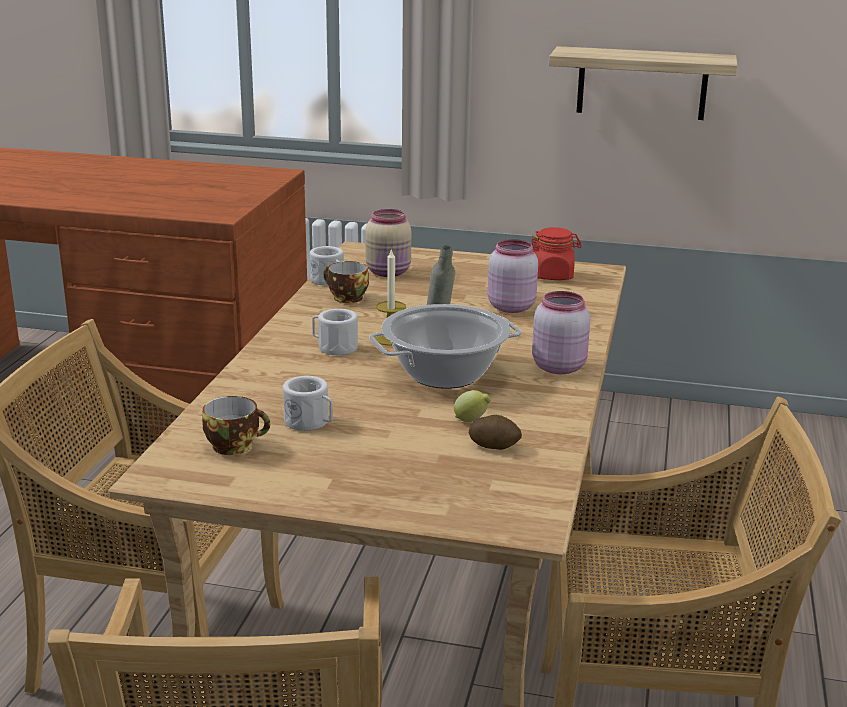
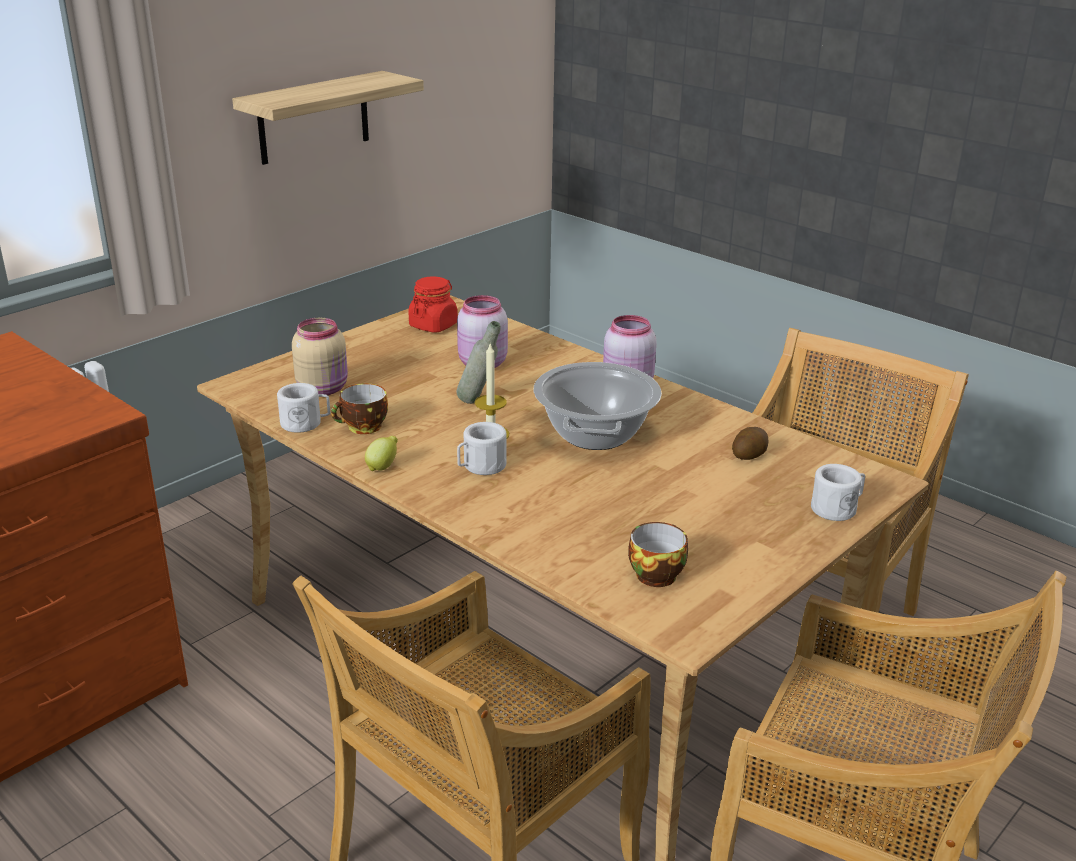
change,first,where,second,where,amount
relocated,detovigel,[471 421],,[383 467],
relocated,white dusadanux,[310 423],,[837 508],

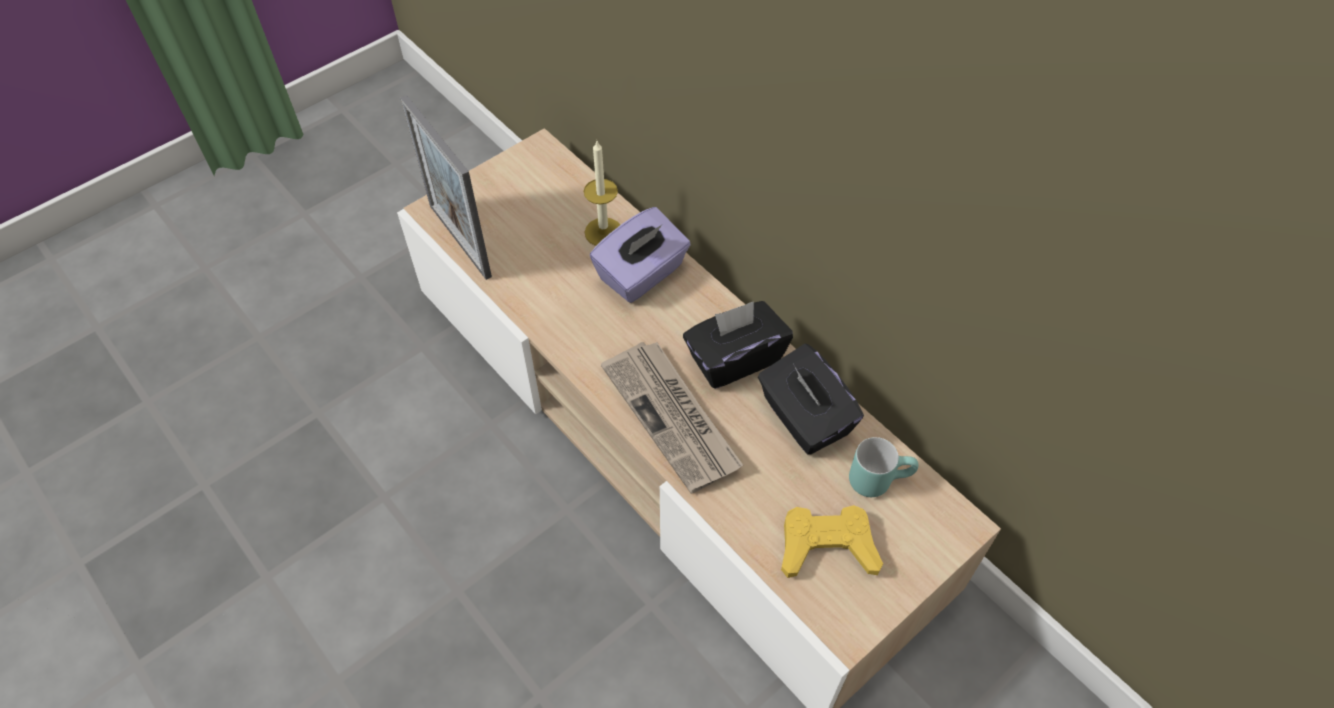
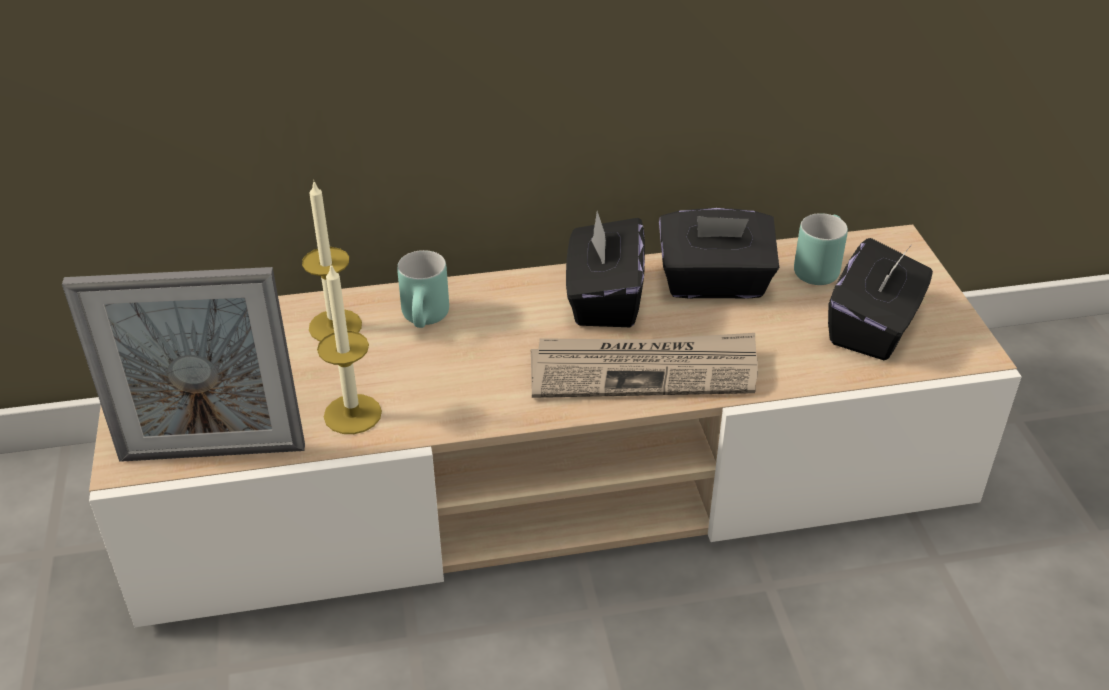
change,first,where,second,where,amount
appeared,,,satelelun,[352 414],
exchanged,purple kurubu,[642 274],turquoise dusadanux,[428 320],
exchanged,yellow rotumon,[827 546],black kurubu,[873 328],

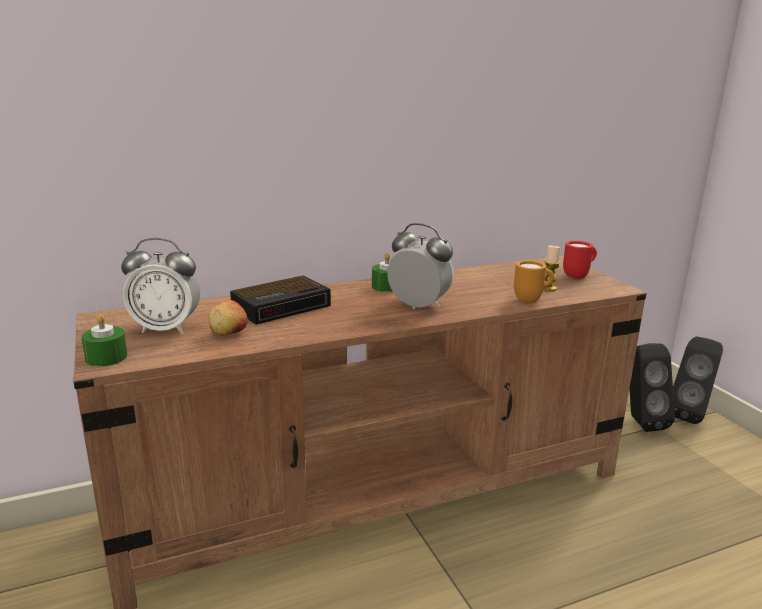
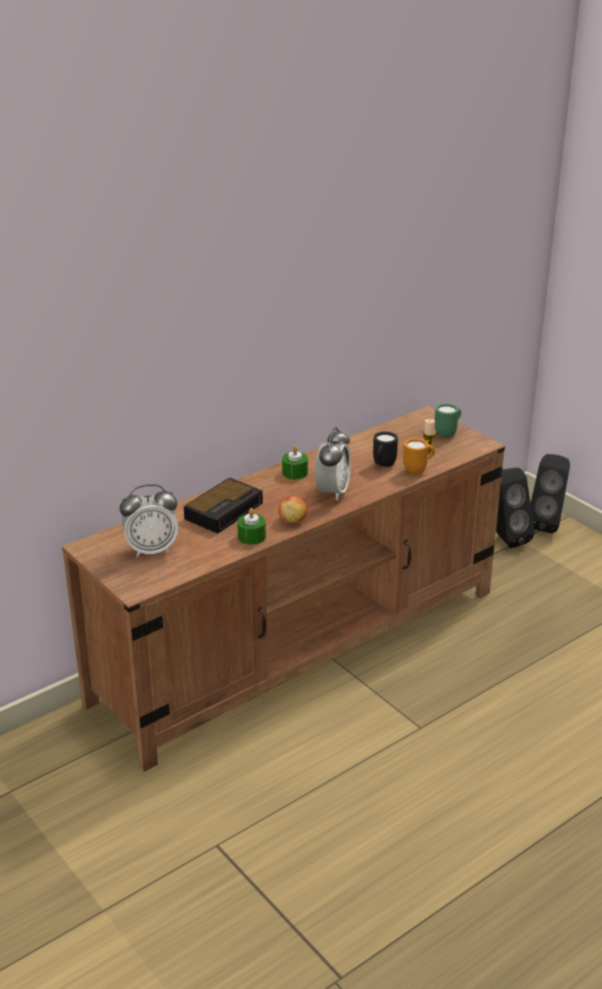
change,first,where,second,where,amount
relocated,green satelelun,[106 357],,[251 536],
relocated,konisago,[228 333],,[293 520],
spun,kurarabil,[418 306],,[332 492],90 degrees clockwise
appeared,,,black dusadanux,[383 465],
colour,red dusadanux,[578 276],green dusadanux,[447 433],

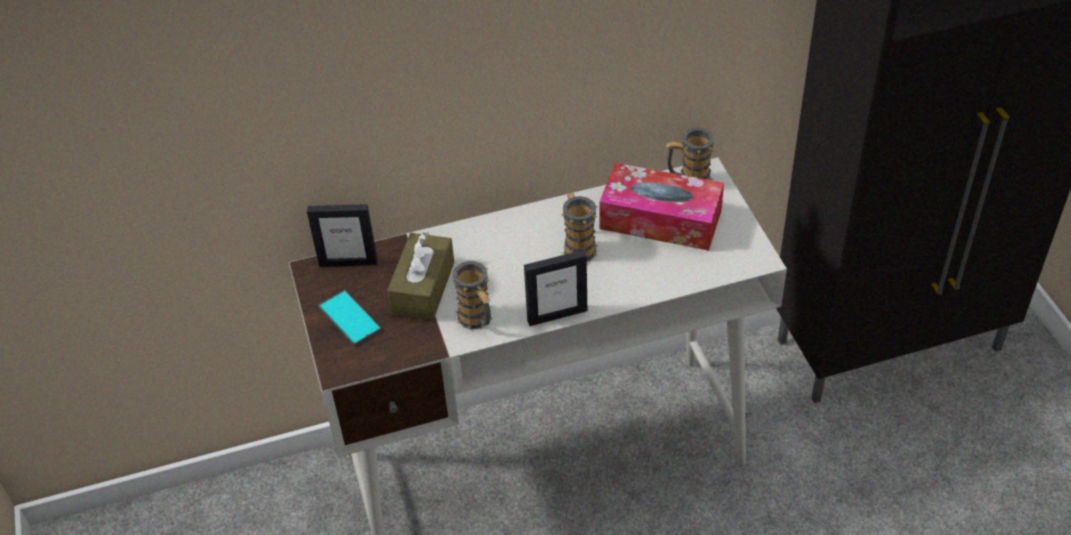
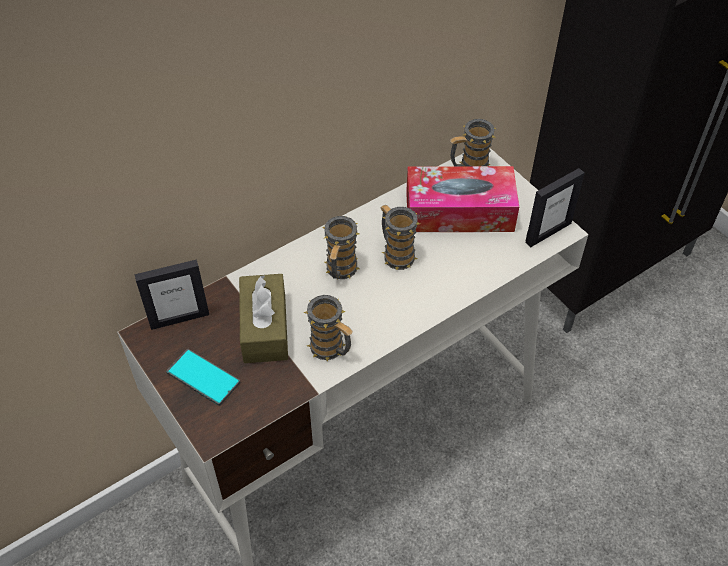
change,first,where,second,where,amount
appeared,,,dusadanux,[340 272],
relocated,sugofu,[557 315],,[548 232],

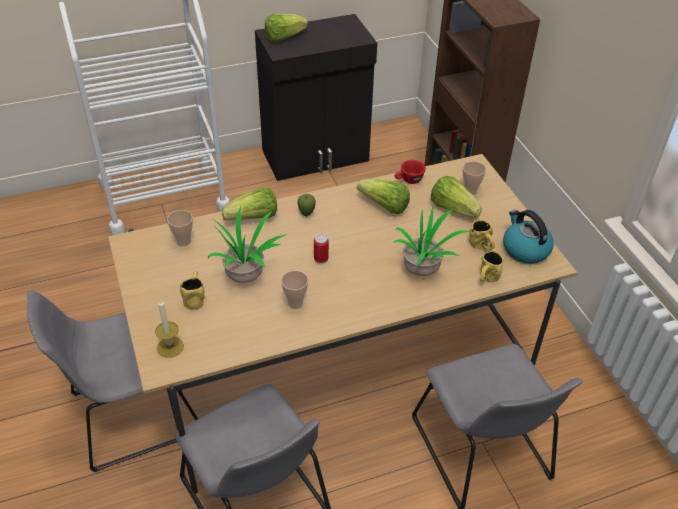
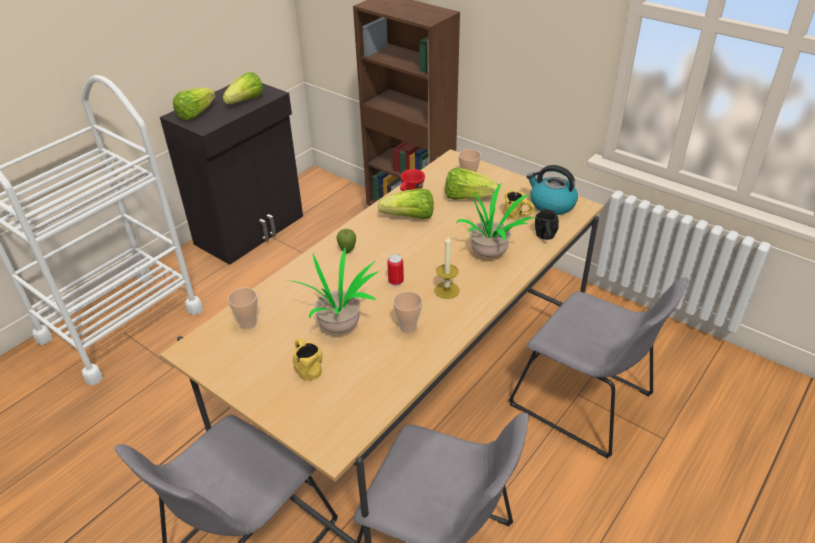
change,first,where,second,where,amount
relocated,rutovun,[253 218],,[246 101],
relocated,satelelun,[170 347],,[446 290],
colour,yellow dusadanux,[487 279],black dusadanux,[545 238],

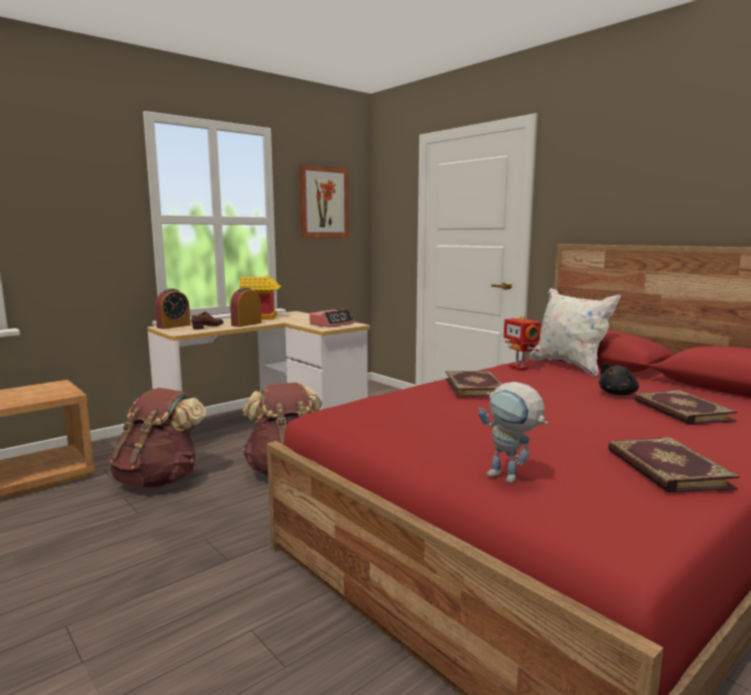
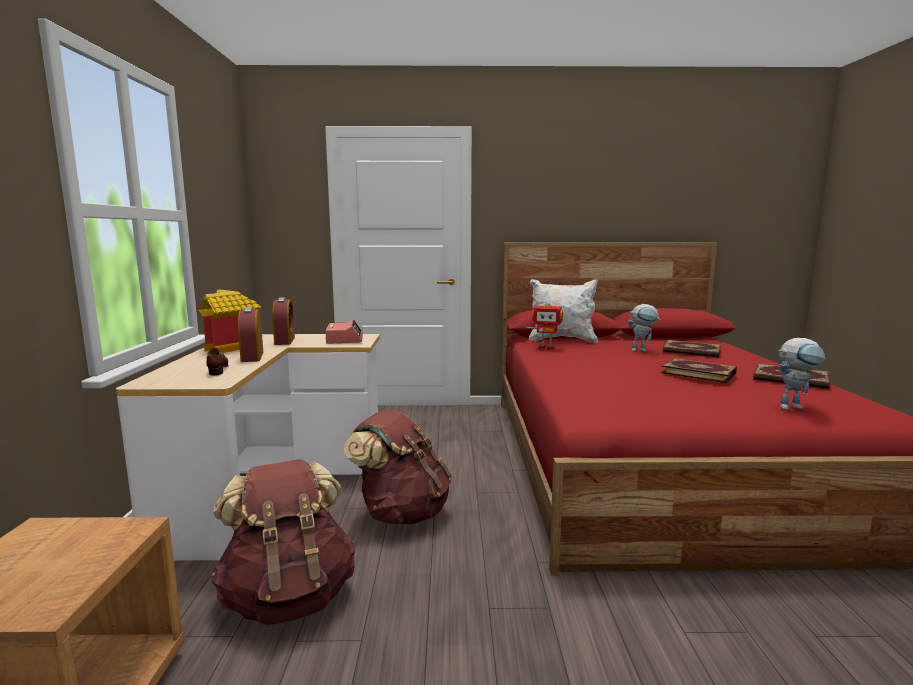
change,first,where,second,where,amount
relocated,kurarabil,[173 326],,[284 341],
exchanged,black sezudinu,[618 394],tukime,[642 350],
relocated,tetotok,[476 387],,[698 373],
missing,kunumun,[323 202],,,

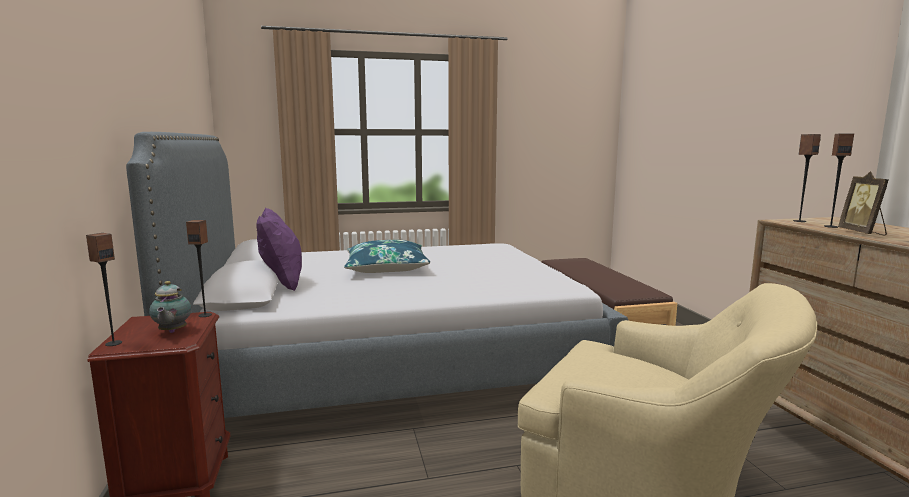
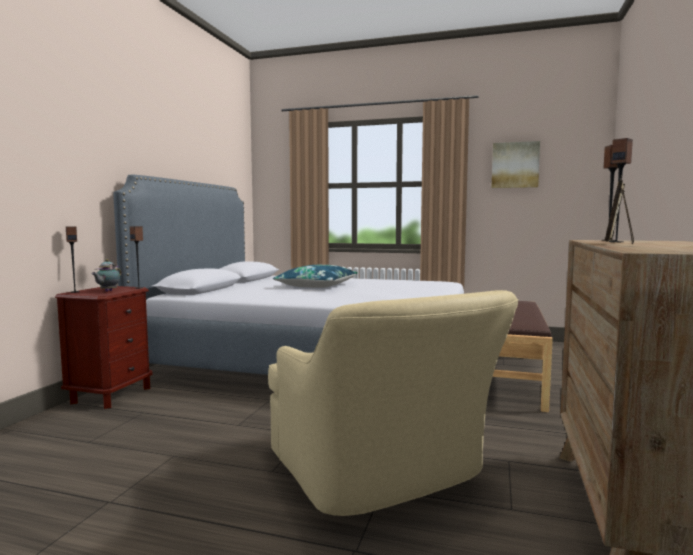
change,first,where,second,where,amount
appeared,,,kunumun,[515 165],
missing,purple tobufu,[282 284],,,

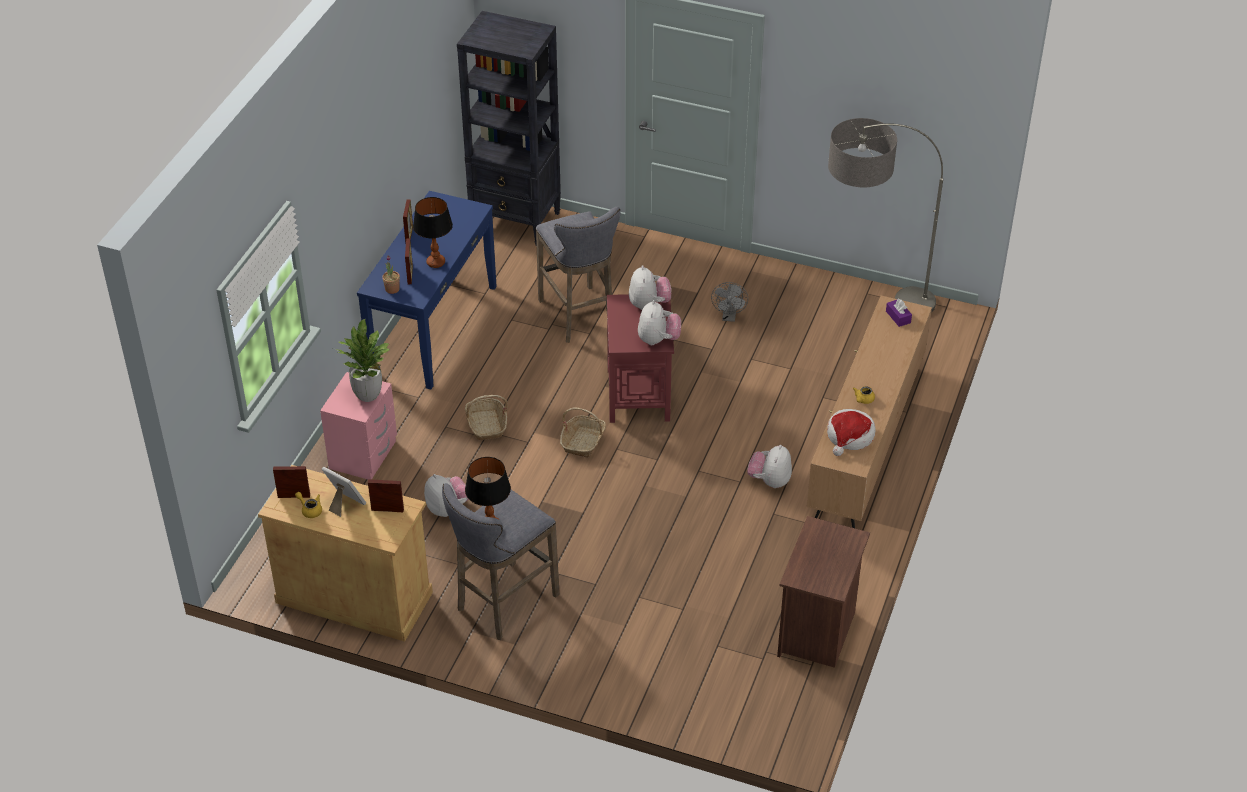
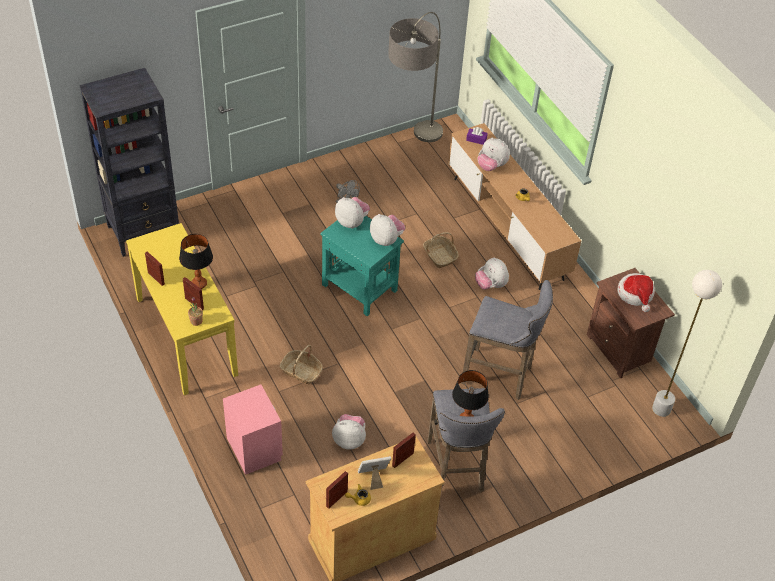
change,first,where,second,where,amount
colour,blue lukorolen,[433 328],yellow lukorolen,[185 336],
colour,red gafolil,[639 394],turquoise gafolil,[360 287],
relocated,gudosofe,[583 441],,[439 256],
relocated,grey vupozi,[579 317],,[500 375],
appeared,,,sezudinu,[491 166],
relocated,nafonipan,[849 437],,[635 294],
appeared,,,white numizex,[661 409],
missing,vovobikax,[367 394],,,

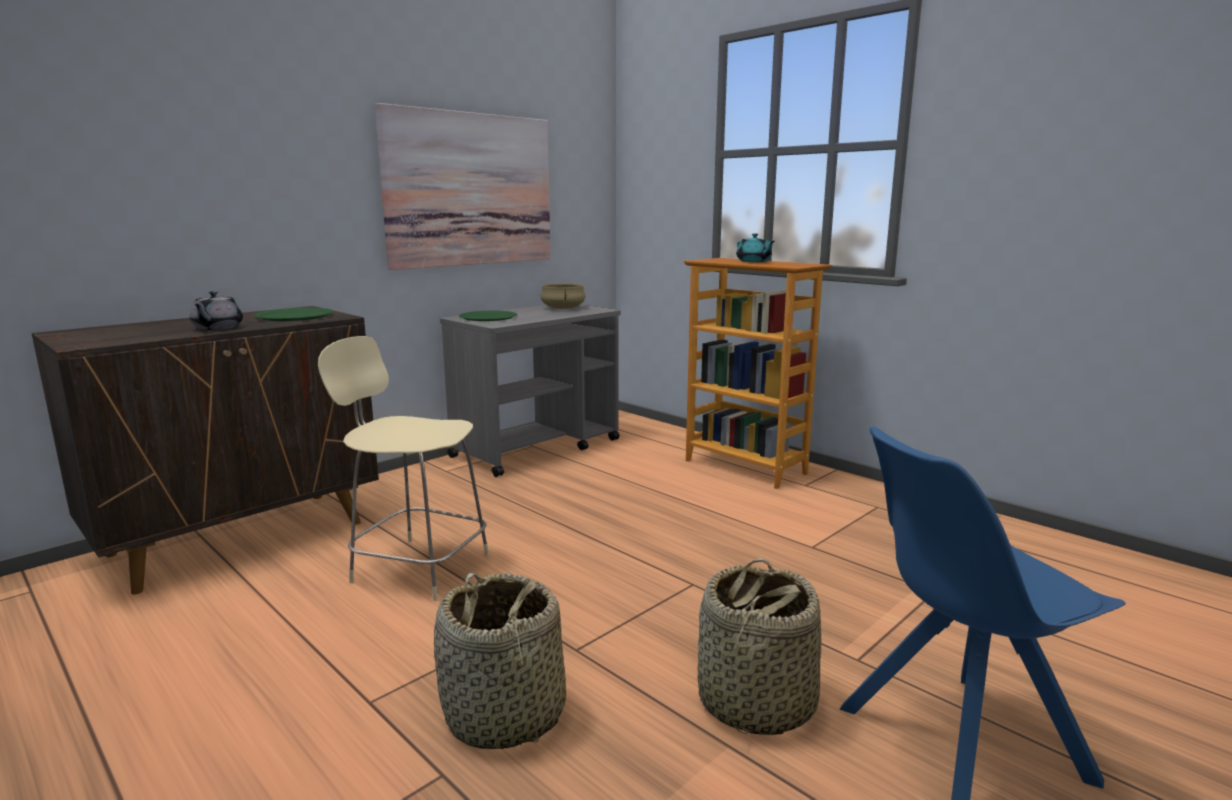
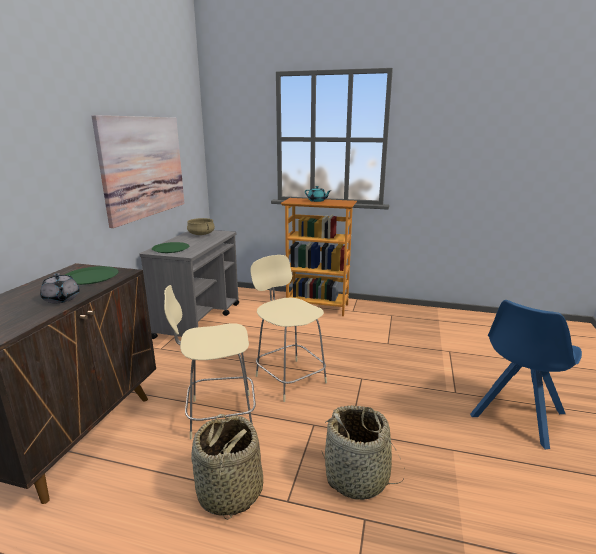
change,first,where,second,where,amount
relocated,gudosofe,[754 703],,[229 492],
appeared,,,beige vupozi,[289 378],

